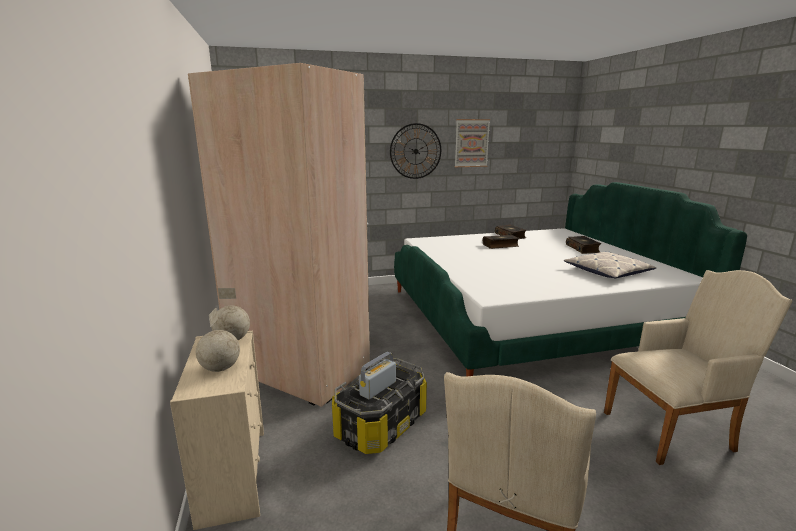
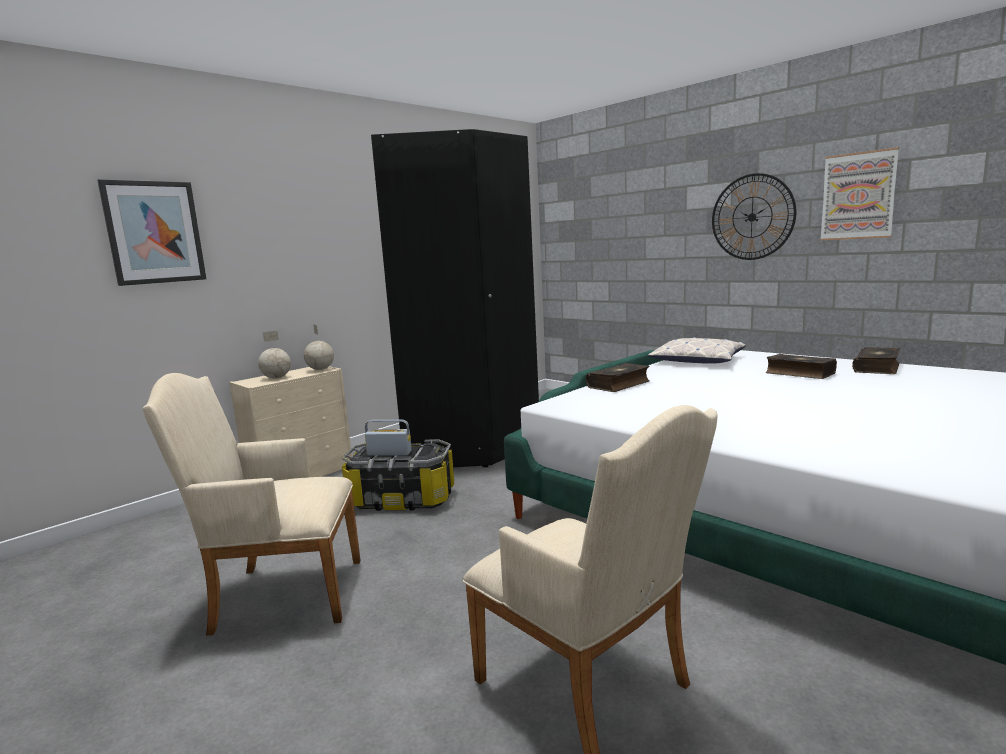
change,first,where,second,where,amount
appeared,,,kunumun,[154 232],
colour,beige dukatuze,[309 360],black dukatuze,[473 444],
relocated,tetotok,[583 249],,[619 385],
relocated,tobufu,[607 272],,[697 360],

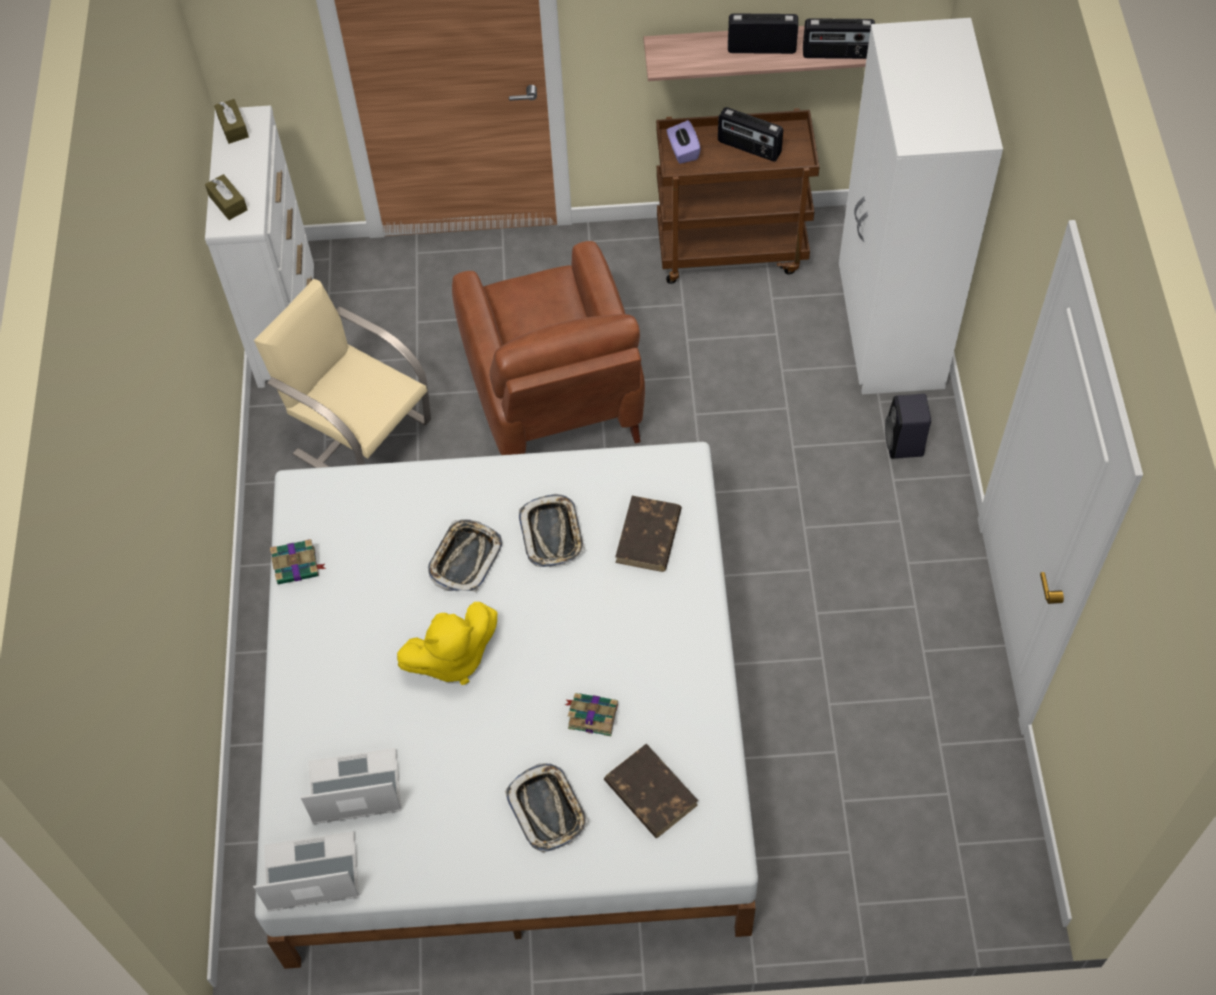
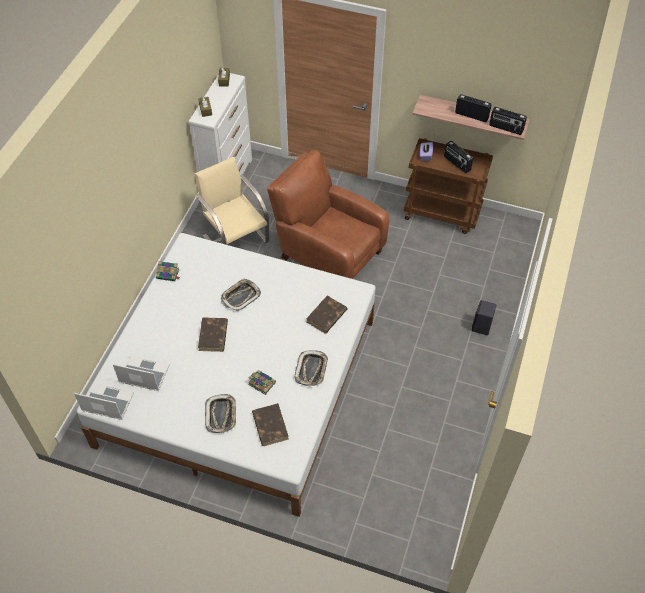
change,first,where,second,where,amount
exchanged,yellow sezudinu,[452 659],brown tetotok,[213 336],
spun,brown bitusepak,[555 402],,[328 253],120 degrees clockwise
relocated,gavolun,[552 534],,[311 370],
missing,white dukatuze,[889 331],,,

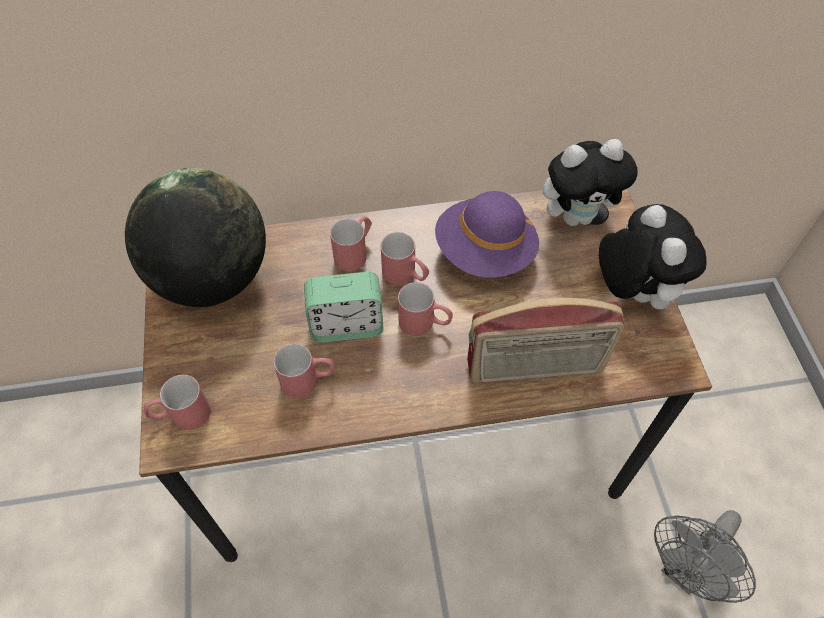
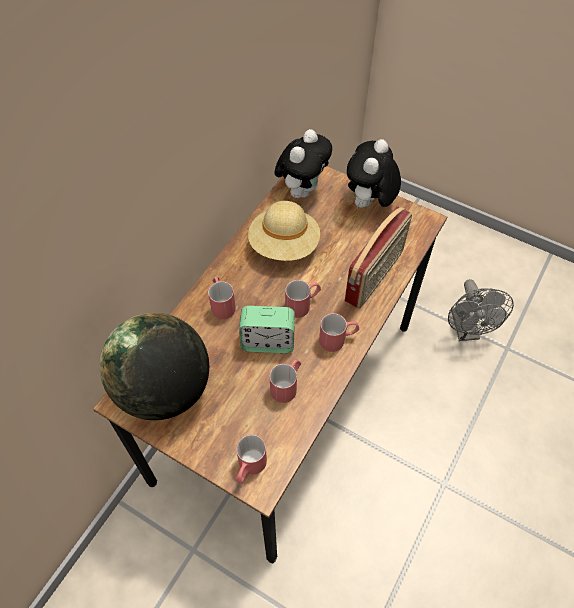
change,first,where,second,where,amount
spun,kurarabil,[346 325],,[268 341],60 degrees clockwise
colour,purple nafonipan,[485 252],beige nafonipan,[284 245],
relocated,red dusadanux,[405 276],,[338 339],
spun,sezudinu,[633 291],,[369 204],90 degrees counterclockwise

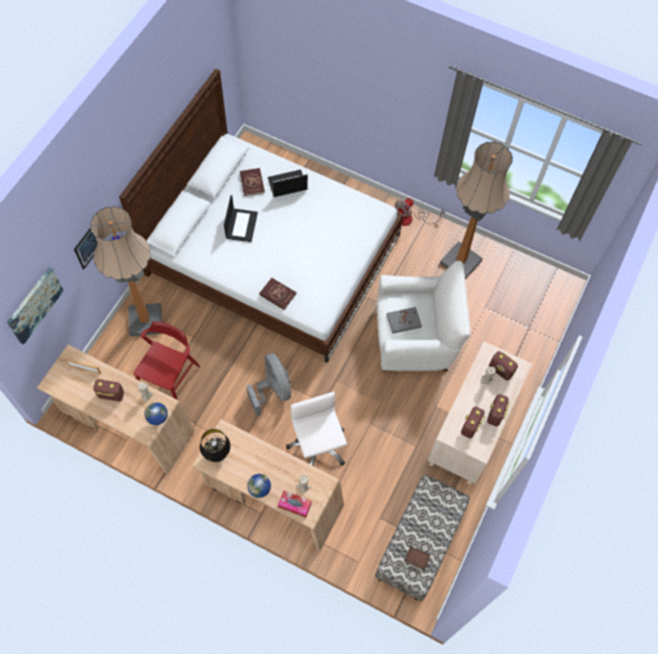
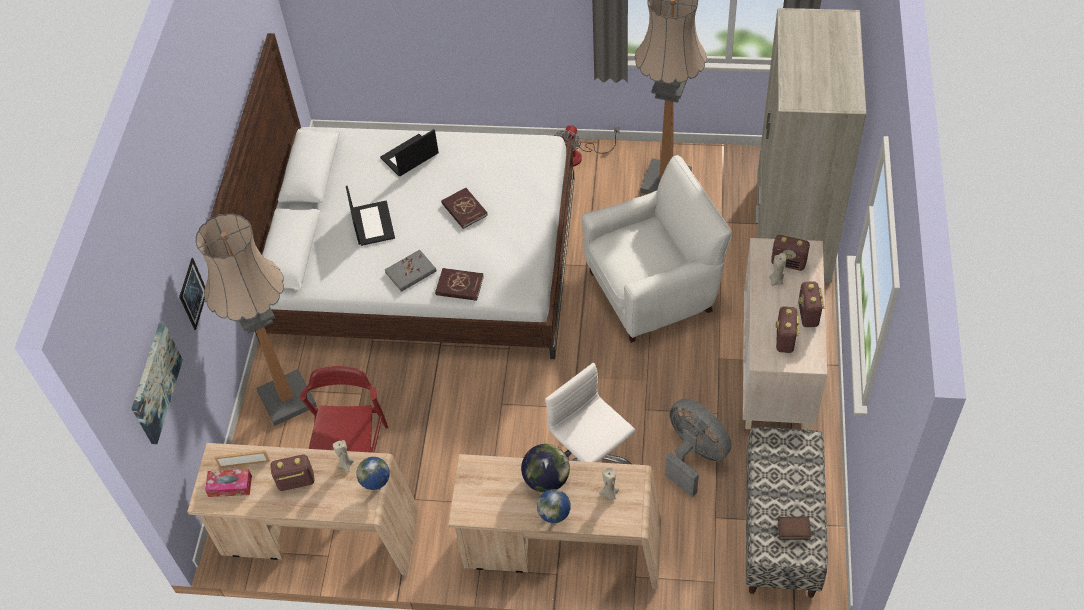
change,first,where,second,where,amount
relocated,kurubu,[294 505],,[230 486],
relocated,grey tetotok,[404 321],,[411 272],
relocated,red tetotok,[252 183],,[464 209],
appeared,,,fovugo,[546 479],
relocated,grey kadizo,[273 390],,[694 456],
appeared,,,beige dukatuze,[791 230],
missing,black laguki,[217 454],,,

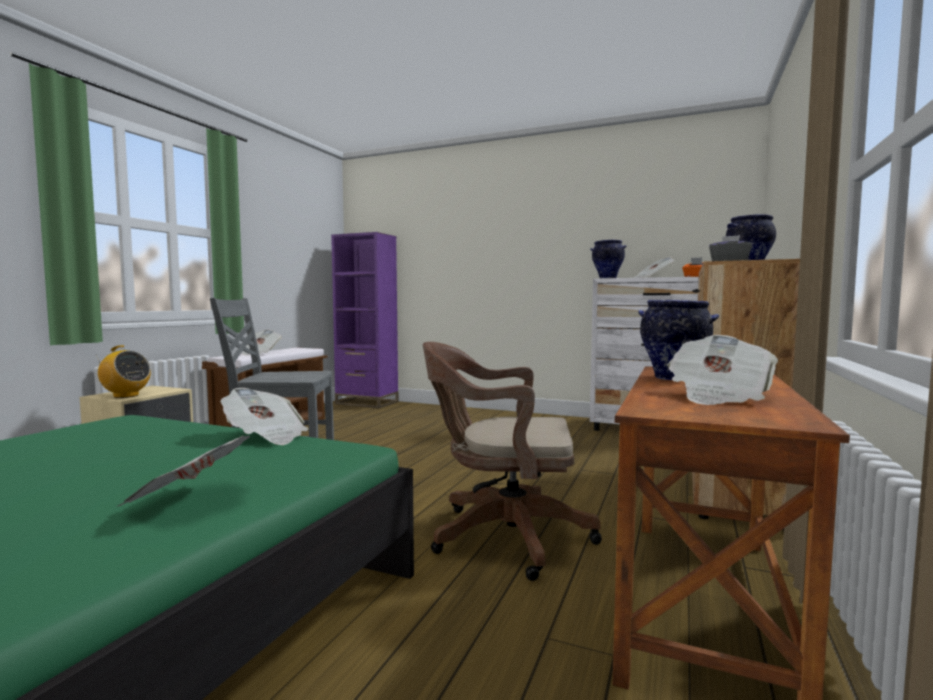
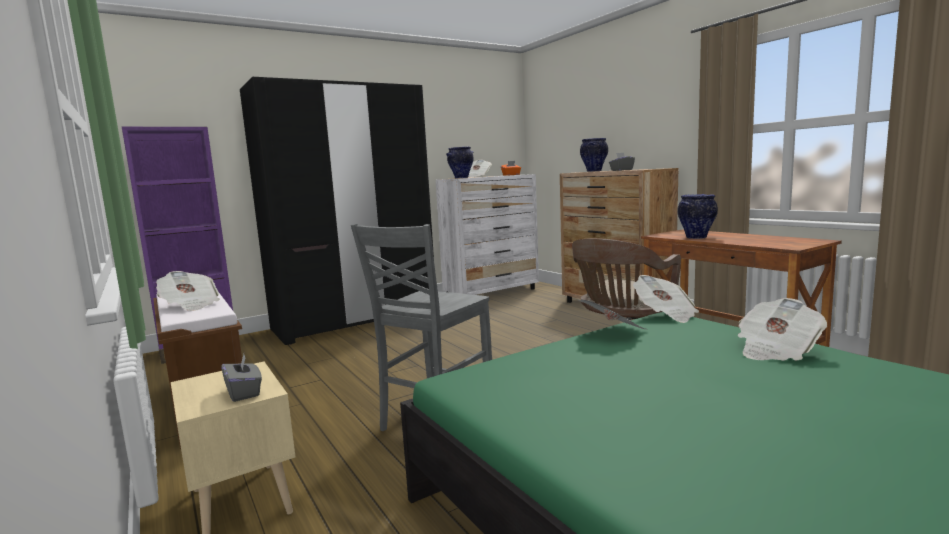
change,first,where,second,where,amount
exchanged,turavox,[125 396],grey kurubu,[244 392],
appeared,,,black dukatuze,[356 321],
relocated,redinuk,[718 397],,[665 314],

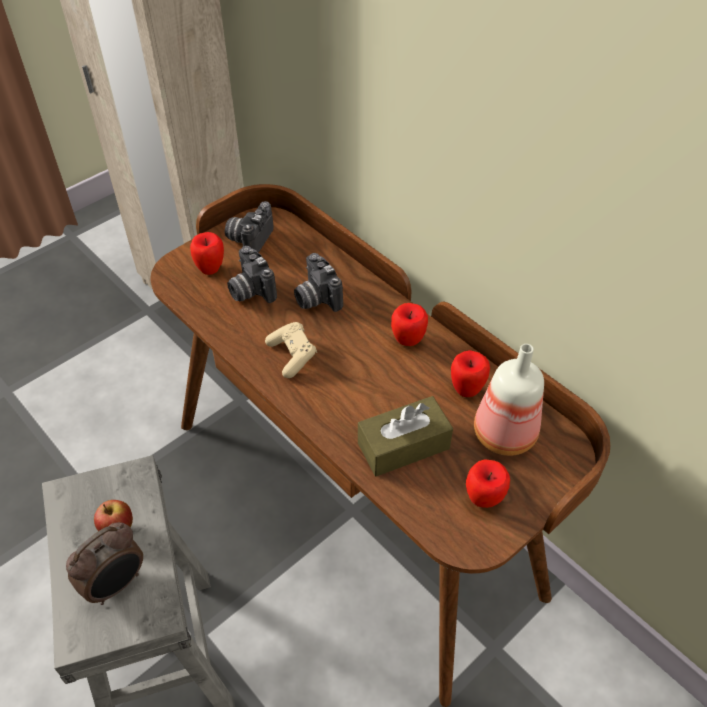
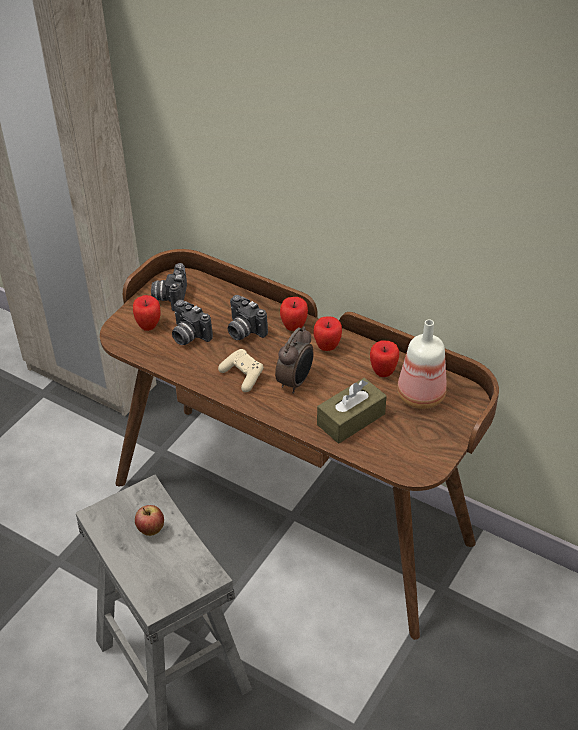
change,first,where,second,where,amount
relocated,kurarabil,[117 584],,[296 382],
relocated,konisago,[483 500],,[294 327],

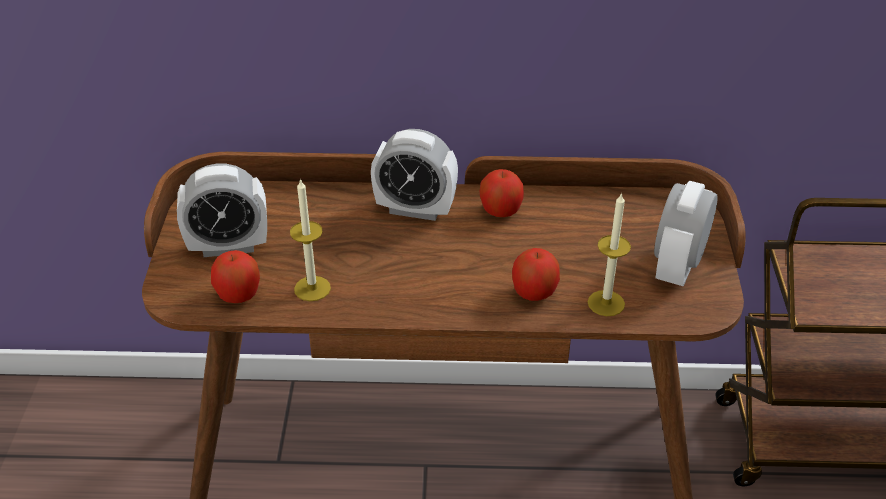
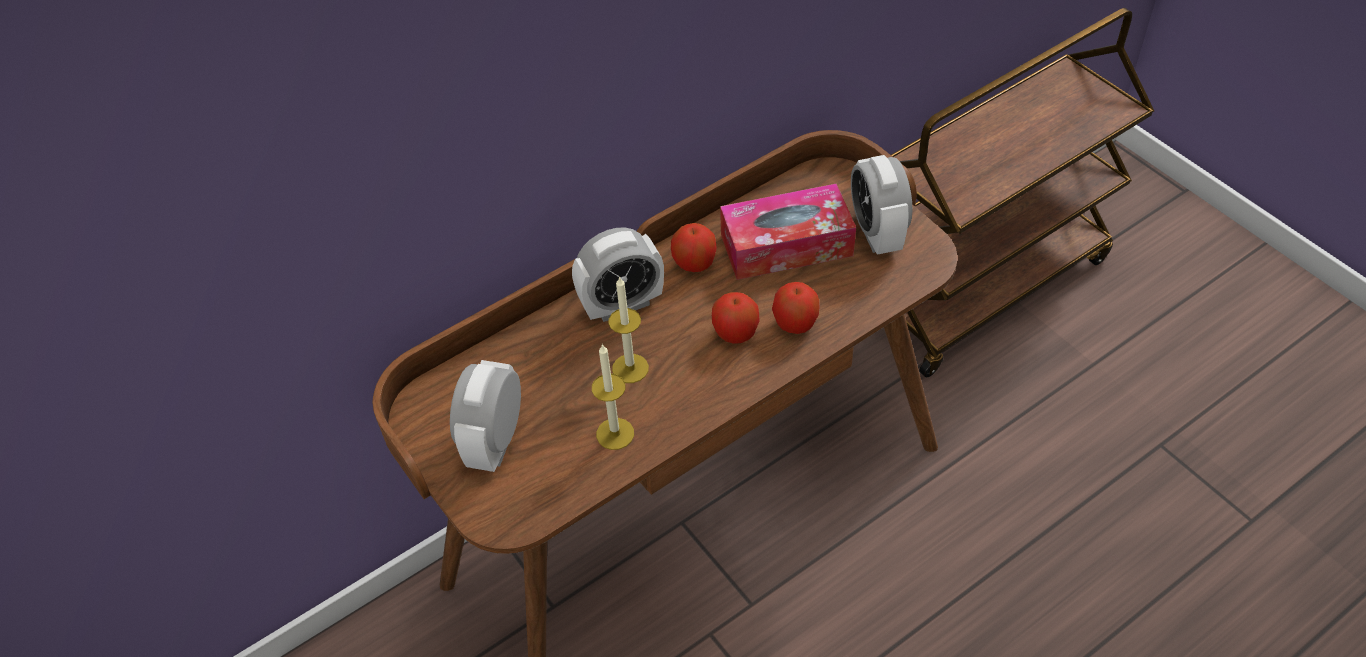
change,first,where,second,where,amount
spun,kurarabil,[228 246],,[495 442],150 degrees clockwise
relocated,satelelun,[606 303],,[630 368],
relocated,konisago,[238 295],,[735 333],
appeared,,,kurubu,[786 245],

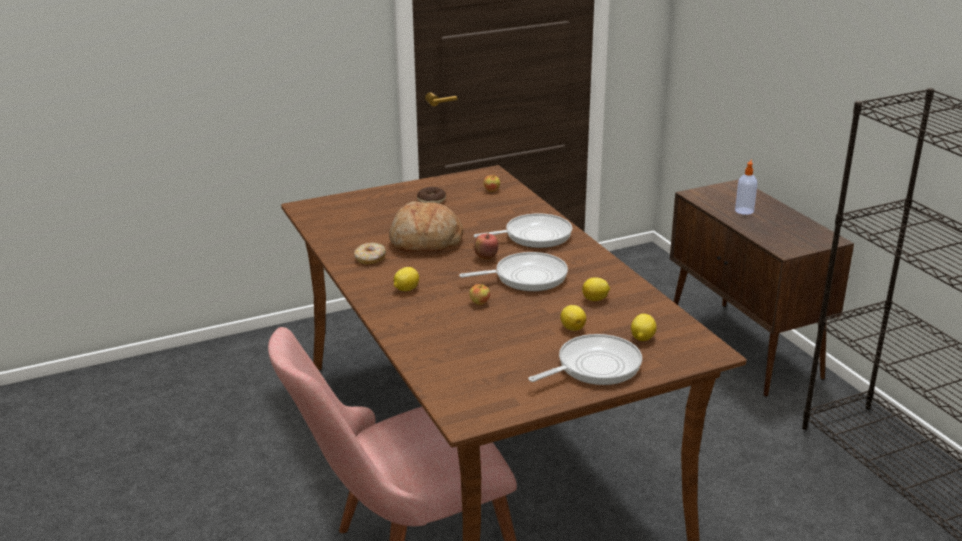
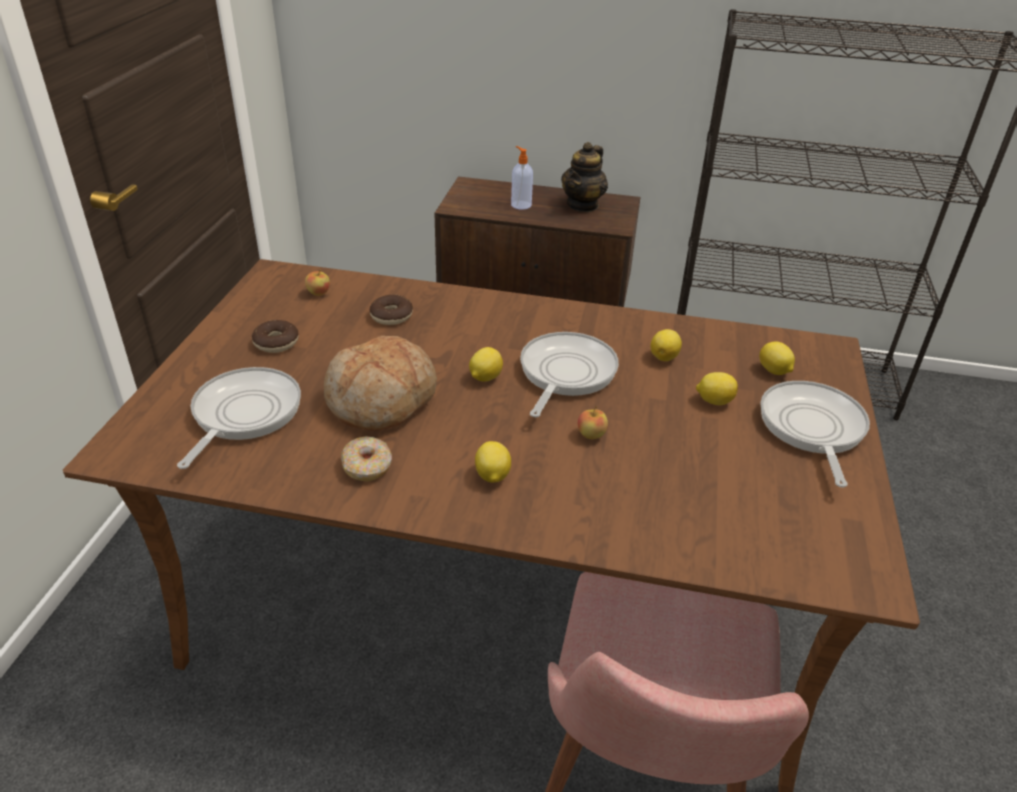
change,first,where,second,where,amount
relocated,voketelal,[534 236],,[243 414],
appeared,,,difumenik,[391 316],
exchanged,konisago,[486 258],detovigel,[485 377],
appeared,,,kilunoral,[583 205],

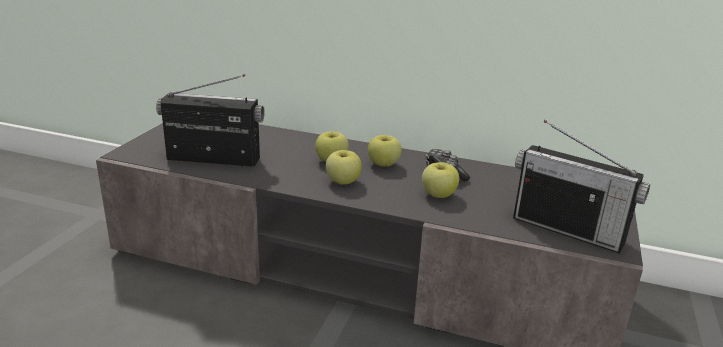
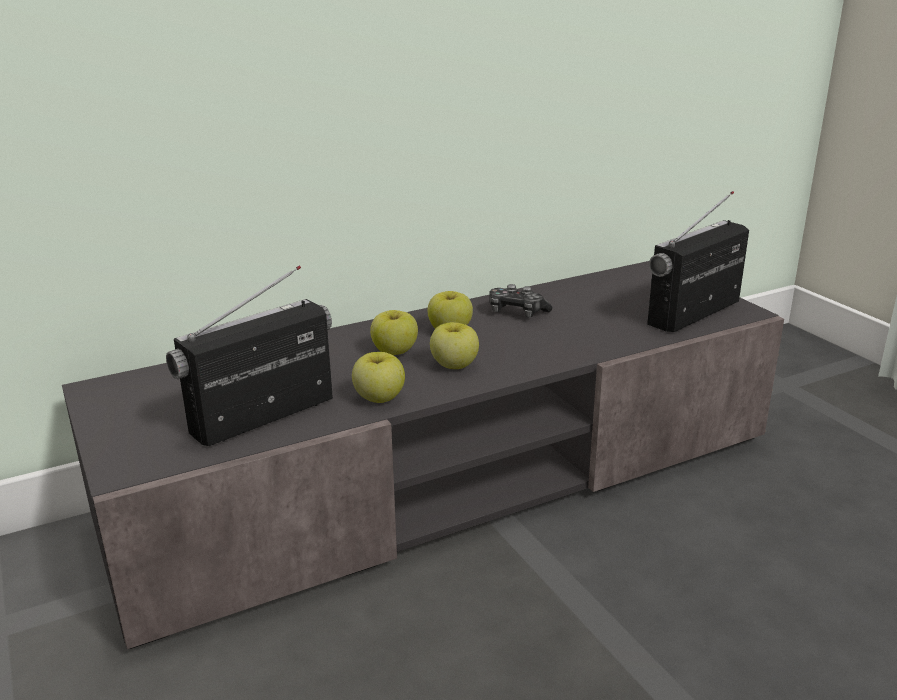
change,first,where,second,where,amount
relocated,konisago,[438 194],,[379 398],
spun,turavox,[568 229],,[694 313],150 degrees clockwise

